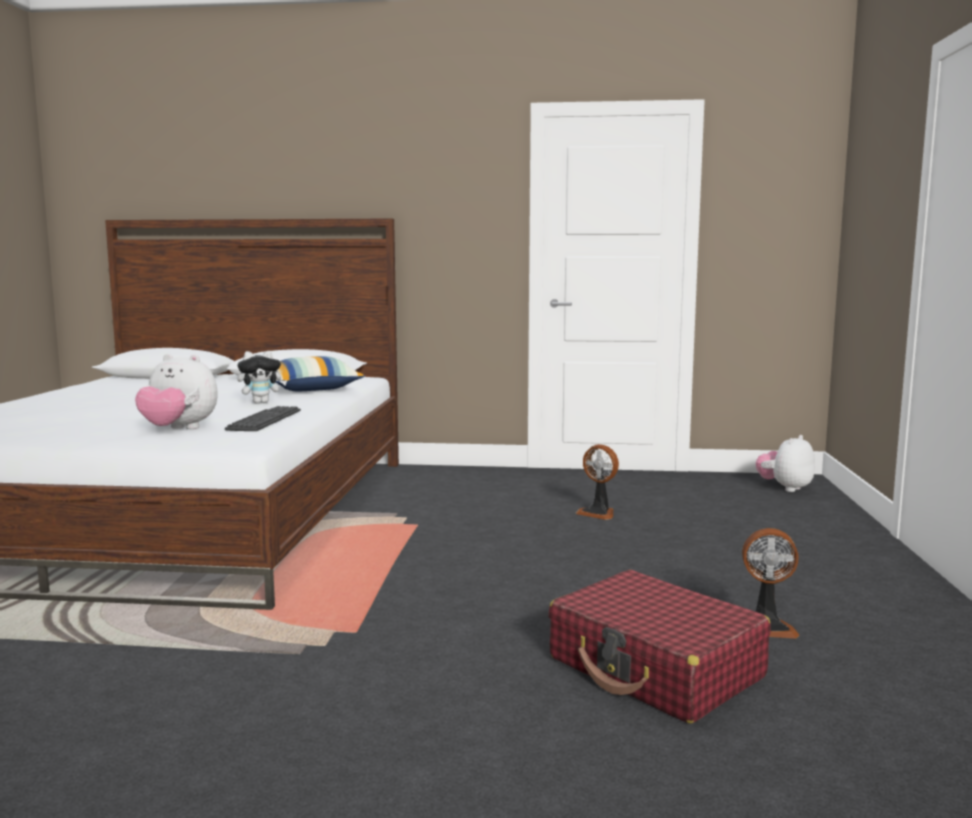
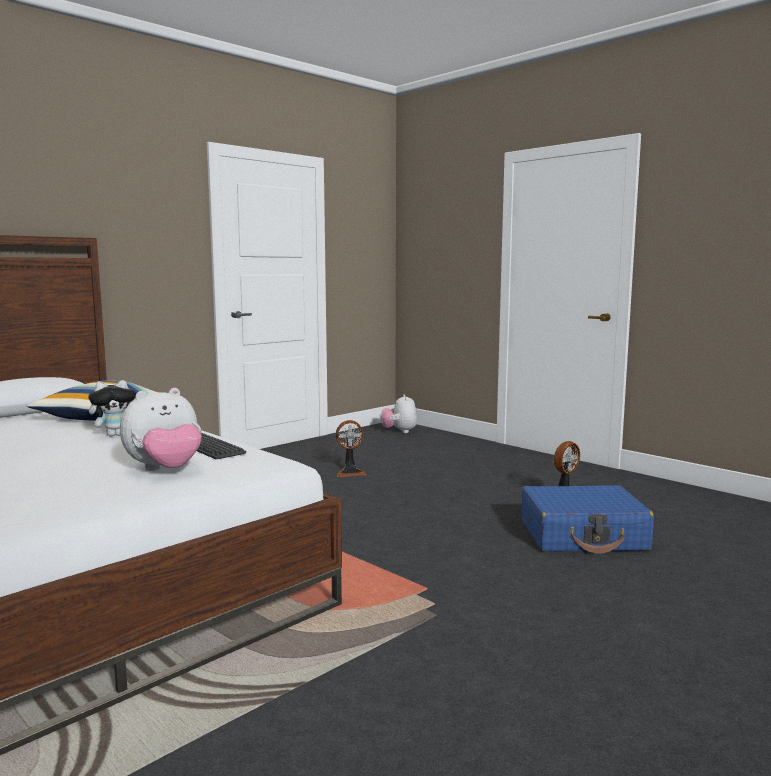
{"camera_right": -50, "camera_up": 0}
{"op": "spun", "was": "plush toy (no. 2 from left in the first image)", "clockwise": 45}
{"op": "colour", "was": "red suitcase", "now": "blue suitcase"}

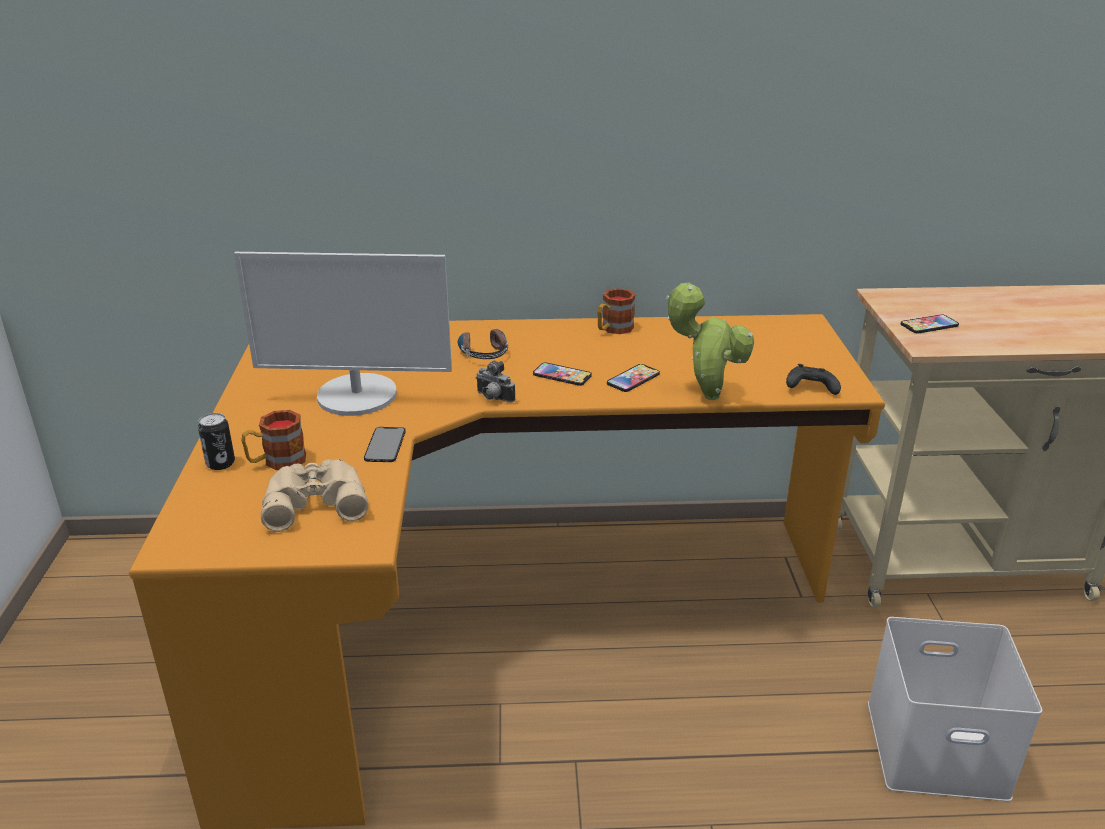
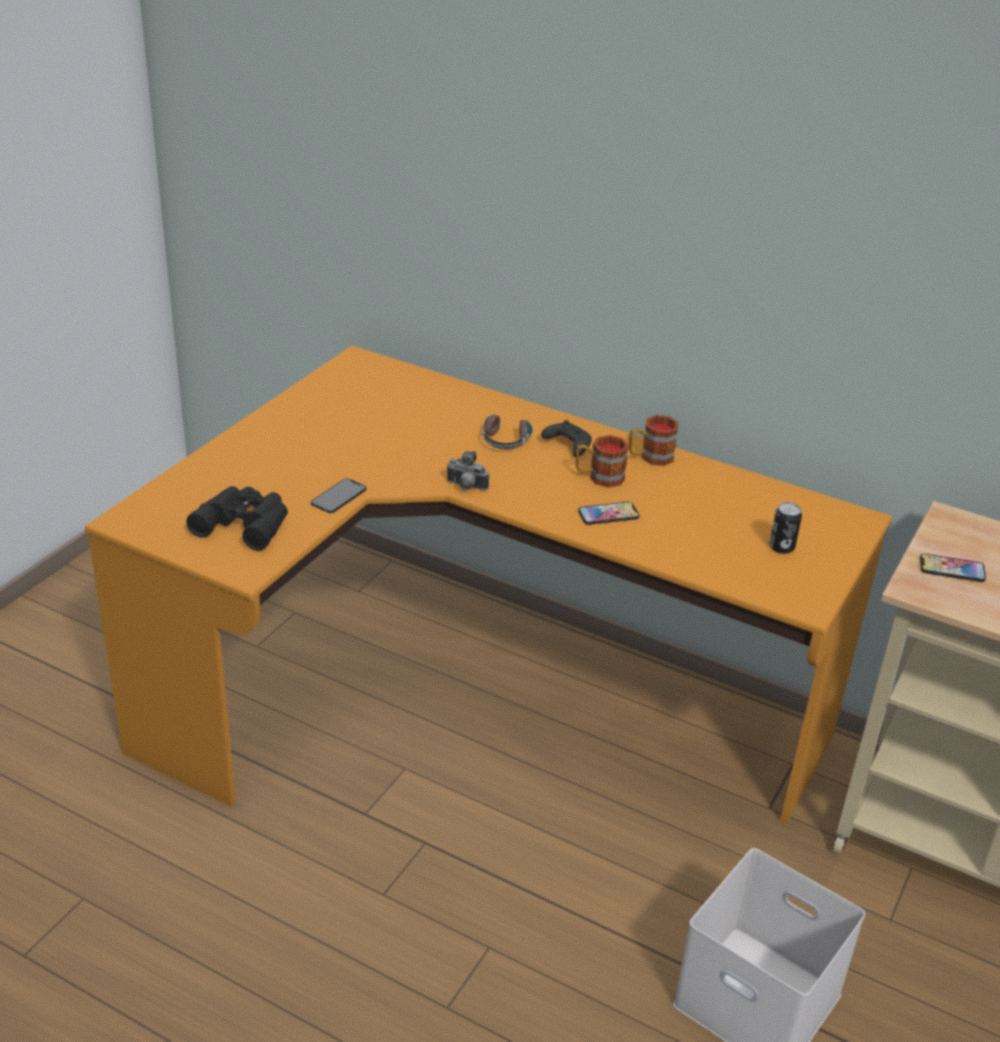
{"camera_right": 30, "camera_up": 5}
{"op": "missing", "was": "monitor"}
{"op": "missing", "was": "potted plant"}
{"op": "spun", "was": "photo camera", "clockwise": -45}
{"op": "missing", "was": "phone (no. 2 from left)"}
{"op": "relocated", "was": "black game controller"}
{"op": "relocated", "was": "mug (no. 1 from left)"}
{"op": "relocated", "was": "can"}
{"op": "colour", "was": "beige binoculars", "now": "black binoculars"}

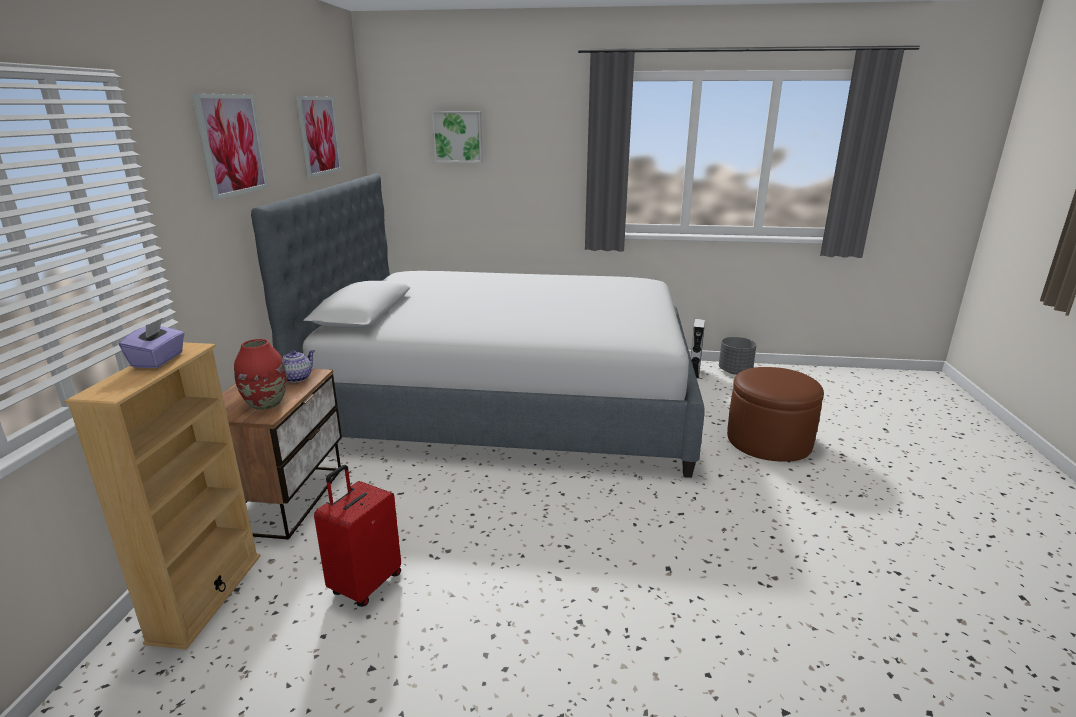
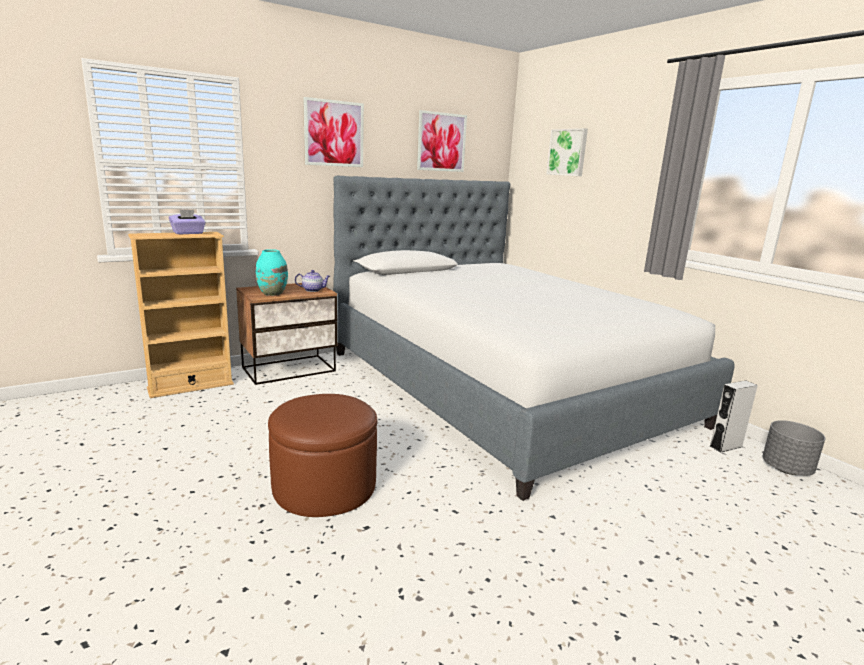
{"camera_right": 50, "camera_up": -5}
{"op": "colour", "was": "red vase", "now": "turquoise vase"}
{"op": "relocated", "was": "brown ottoman"}
{"op": "missing", "was": "red suitcase"}

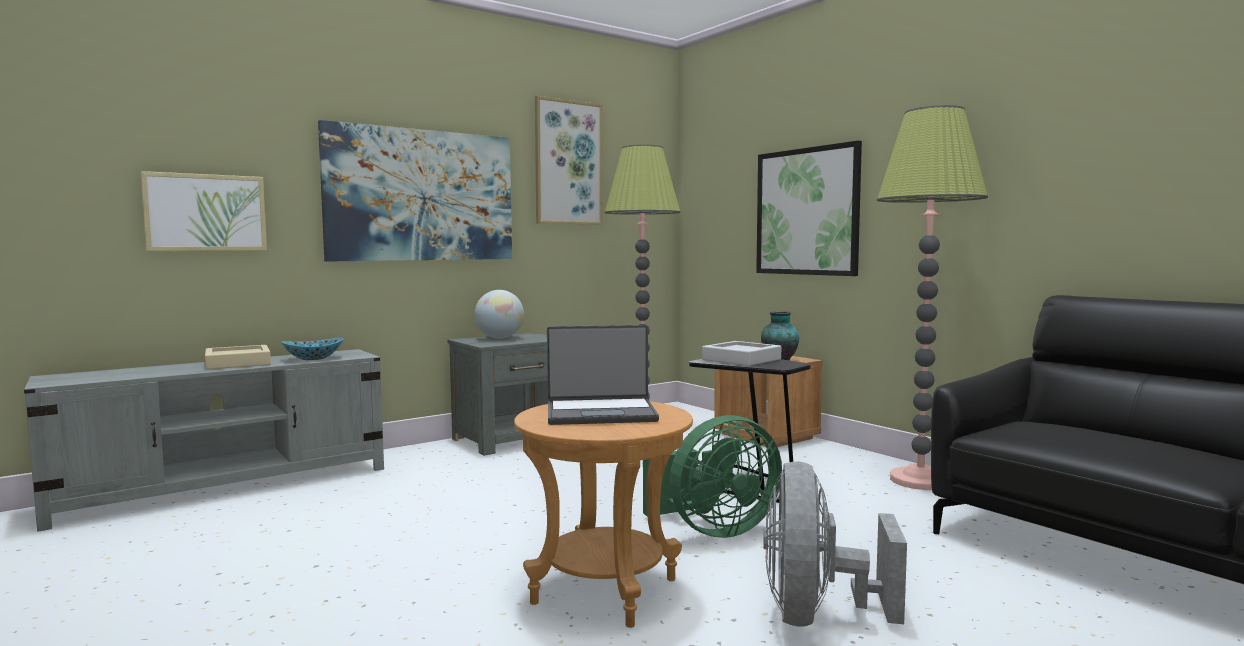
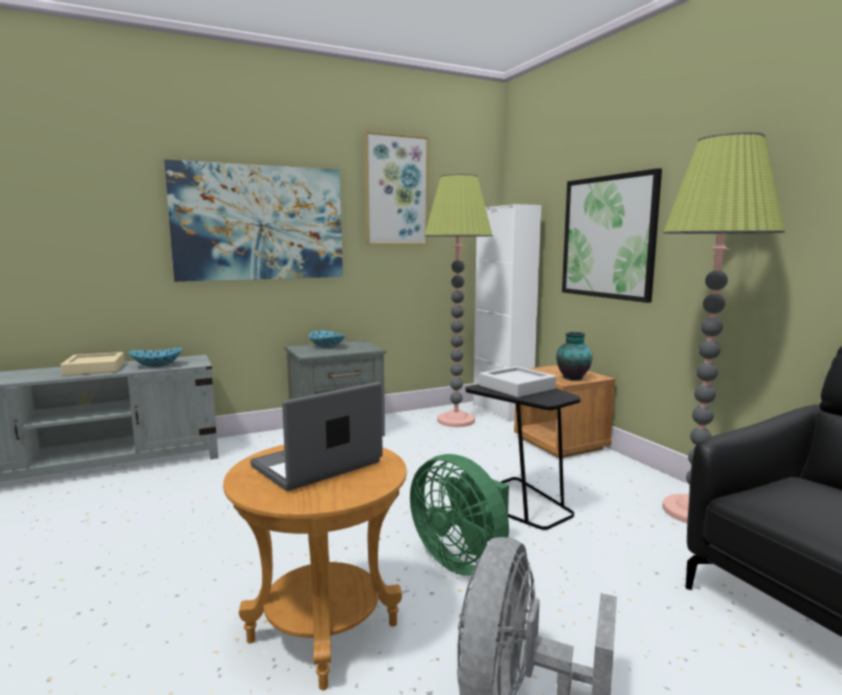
{"camera_right": 10, "camera_up": 5}
{"op": "missing", "was": "picture (no. 1 from left)"}
{"op": "exchanged", "was": "globe", "now": "bowl (no. 2 from left)"}
{"op": "spun", "was": "laptop", "clockwise": 135}
{"op": "spun", "was": "green fan", "clockwise": 60}
{"op": "appeared", "now": "white cabinet"}

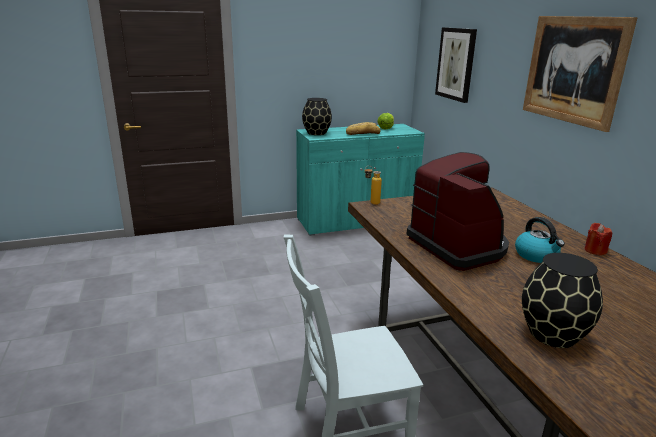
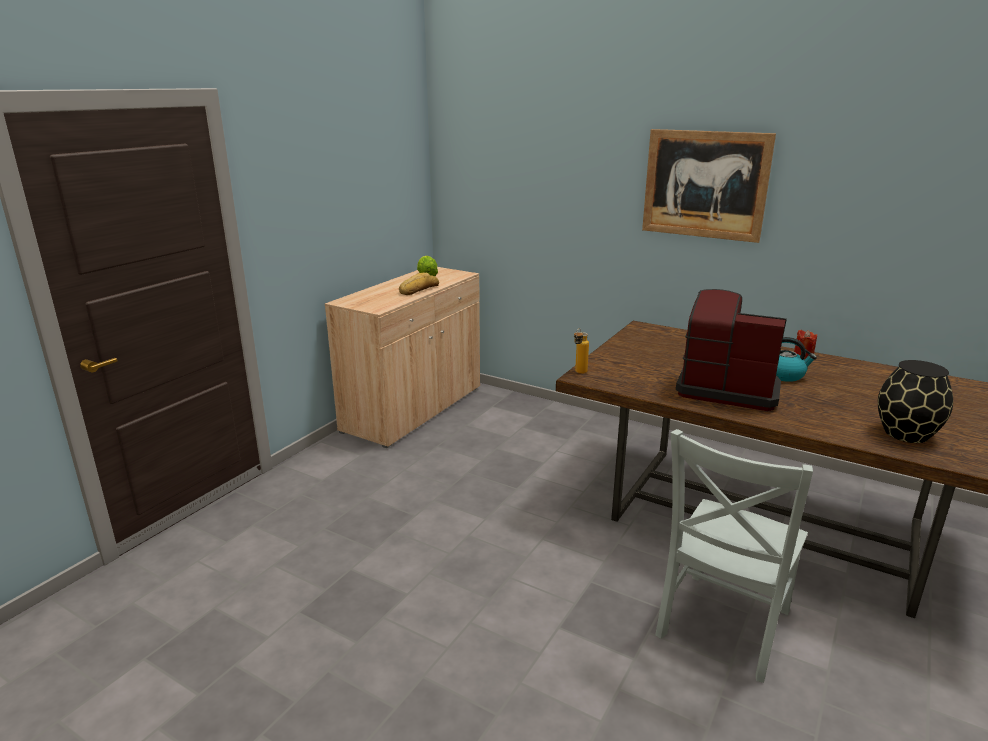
{"camera_right": -40, "camera_up": 0}
{"op": "missing", "was": "picture (no. 1 from left)"}
{"op": "missing", "was": "black vase (no. 1 from left)"}
{"op": "colour", "was": "turquoise cabinet", "now": "beige cabinet"}

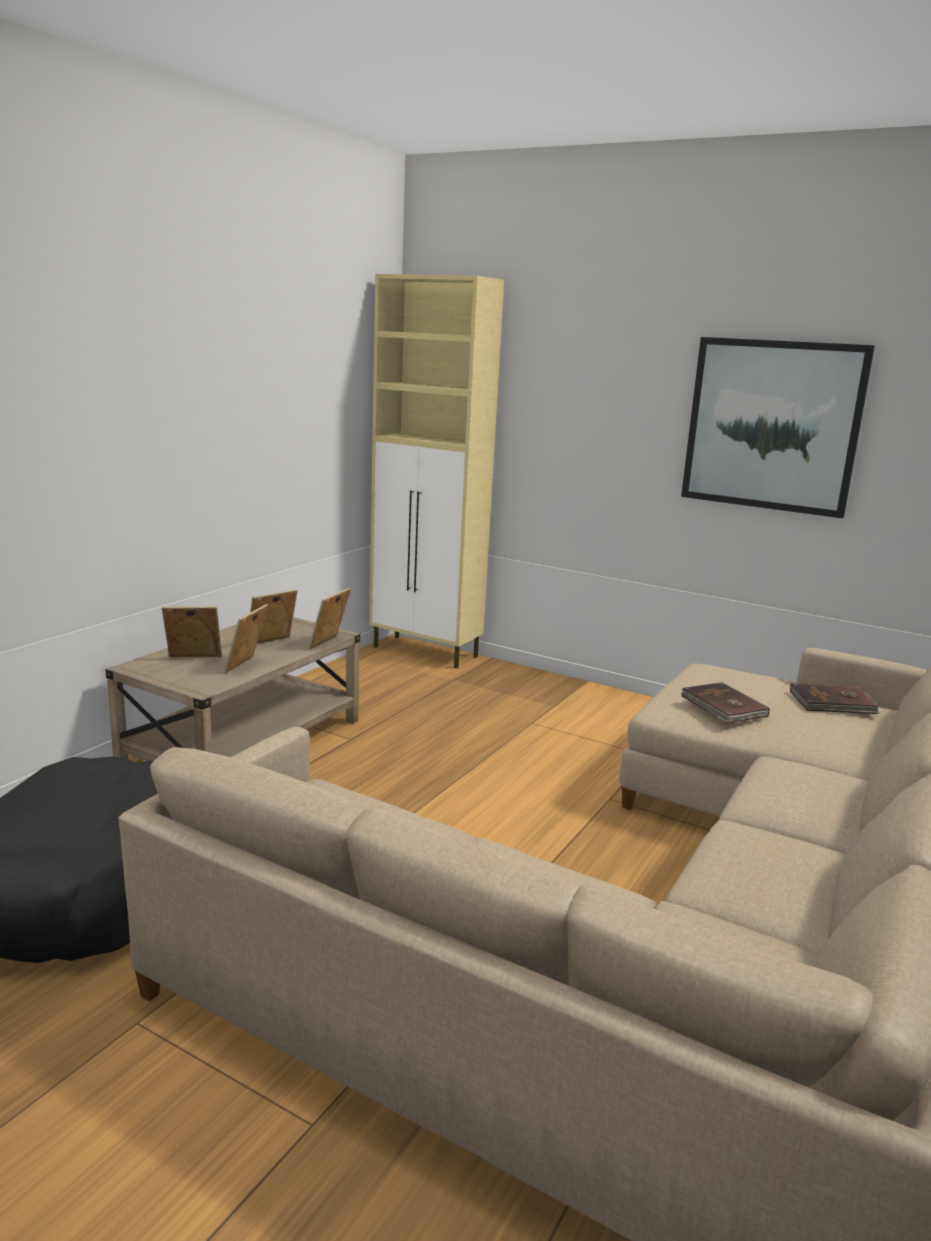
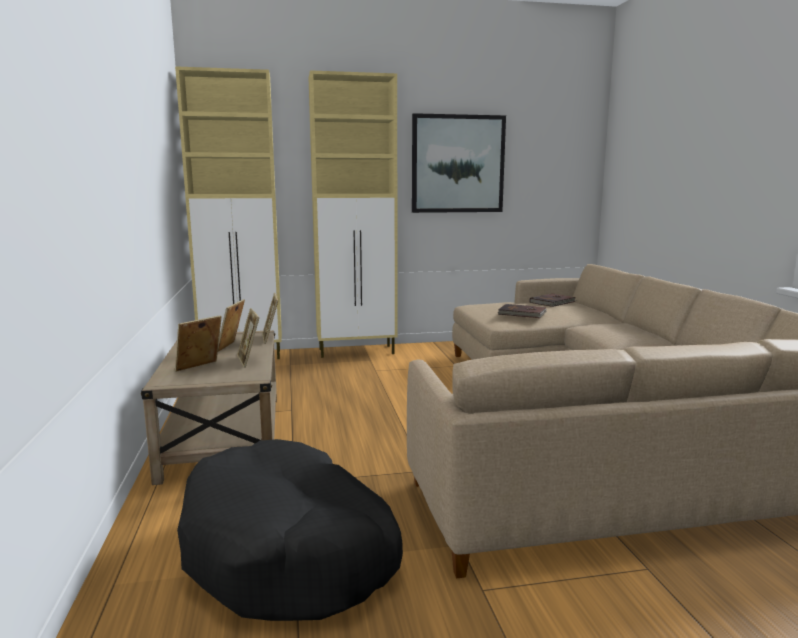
{"camera_right": -40, "camera_up": -5}
{"op": "appeared", "now": "beige cabinet (no. 2 from left)"}

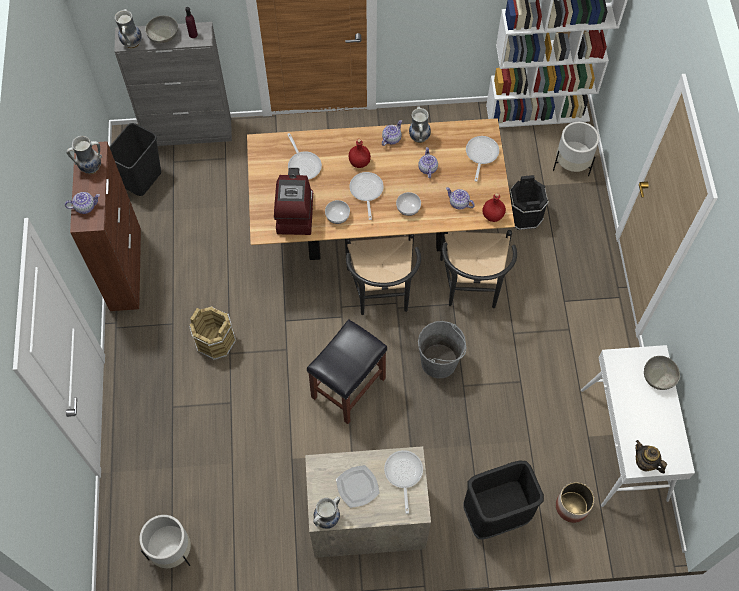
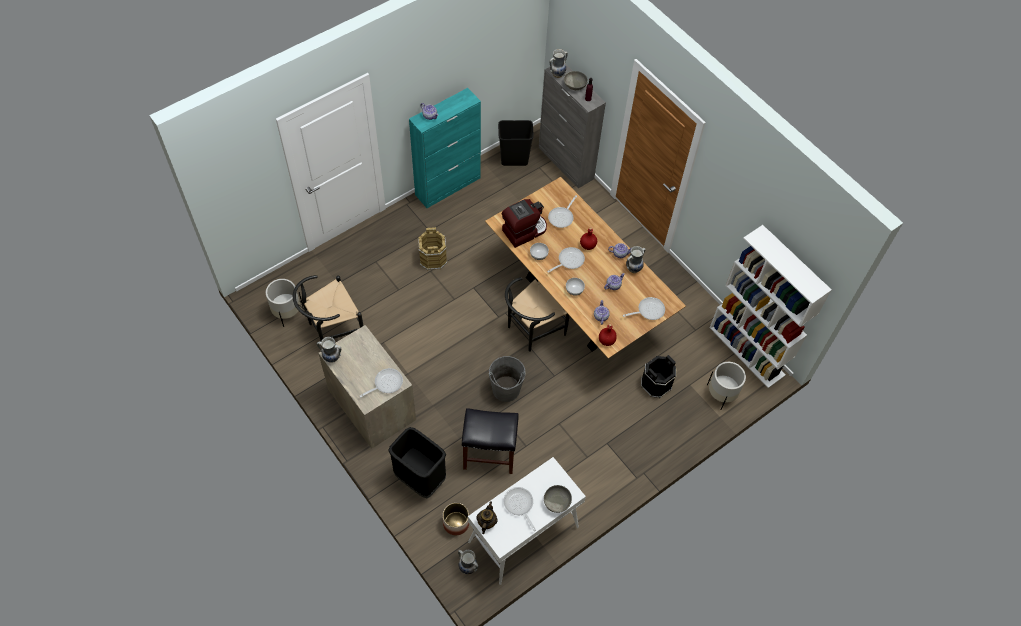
{"camera_right": 55, "camera_up": -5}
{"op": "relocated", "was": "vase (no. 1 from left in the first image)", "now": "vase (no. 2 from left)"}
{"op": "colour", "was": "brown cabinet", "now": "turquoise cabinet"}
{"op": "relocated", "was": "black chair (no. 2 from left in the first image)", "now": "black chair (no. 1 from left)"}
{"op": "relocated", "was": "black stool"}
{"op": "missing", "was": "plate"}
{"op": "appeared", "now": "frying pan (no. 2 from left)"}

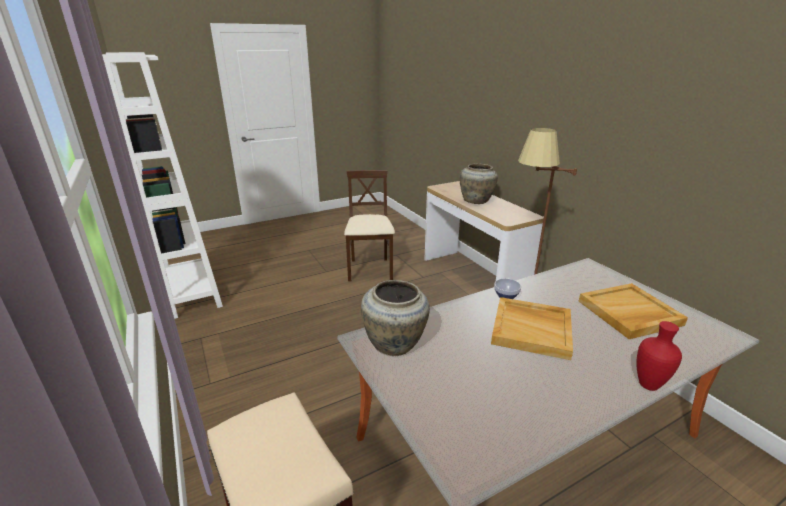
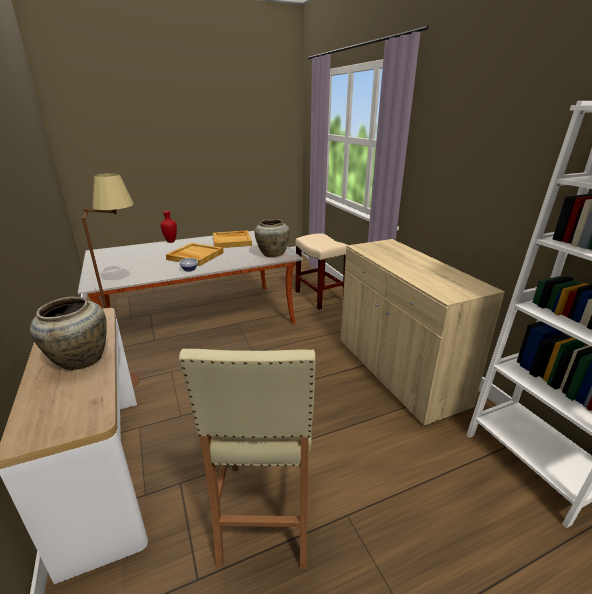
{"camera_right": -175, "camera_up": 0}
{"op": "exchanged", "was": "beige chair", "now": "beige stool (no. 1 from left)"}
{"op": "relocated", "was": "beige tray (no. 2 from left)"}
{"op": "appeared", "now": "beige cabinet"}

